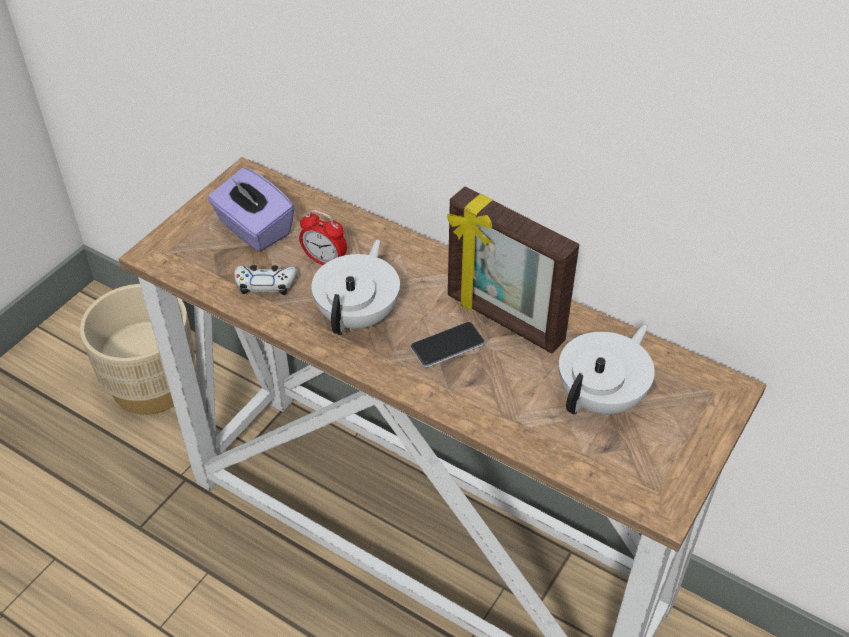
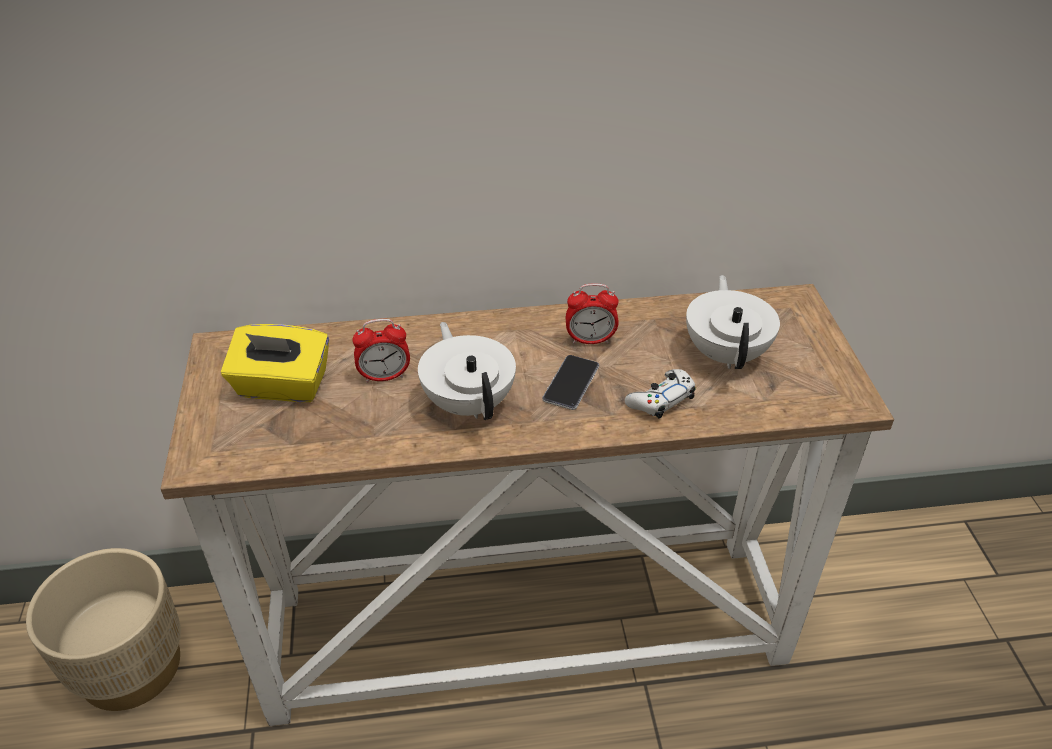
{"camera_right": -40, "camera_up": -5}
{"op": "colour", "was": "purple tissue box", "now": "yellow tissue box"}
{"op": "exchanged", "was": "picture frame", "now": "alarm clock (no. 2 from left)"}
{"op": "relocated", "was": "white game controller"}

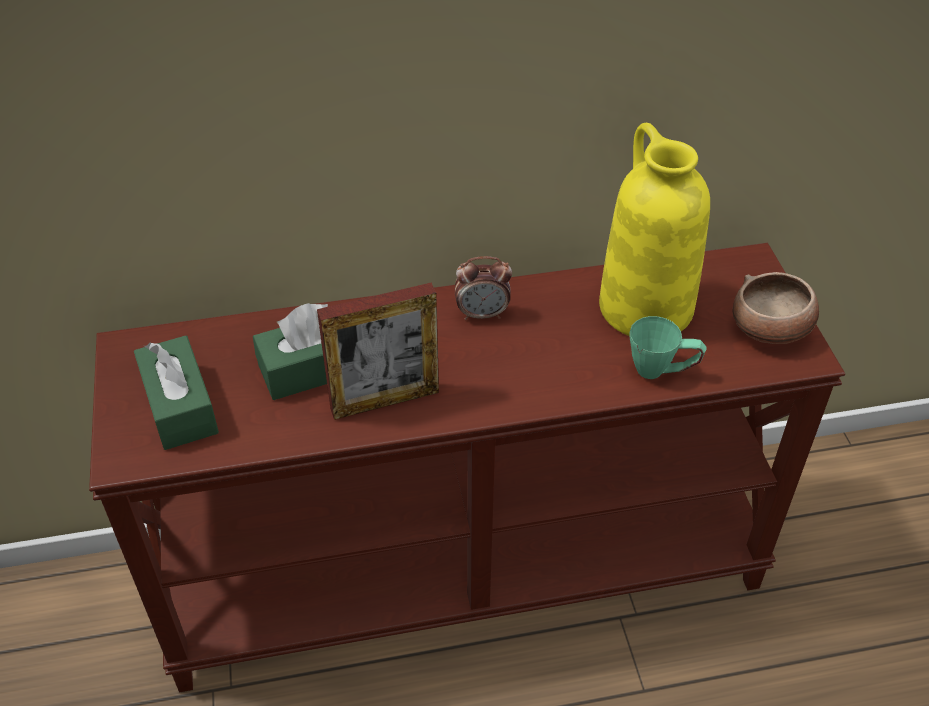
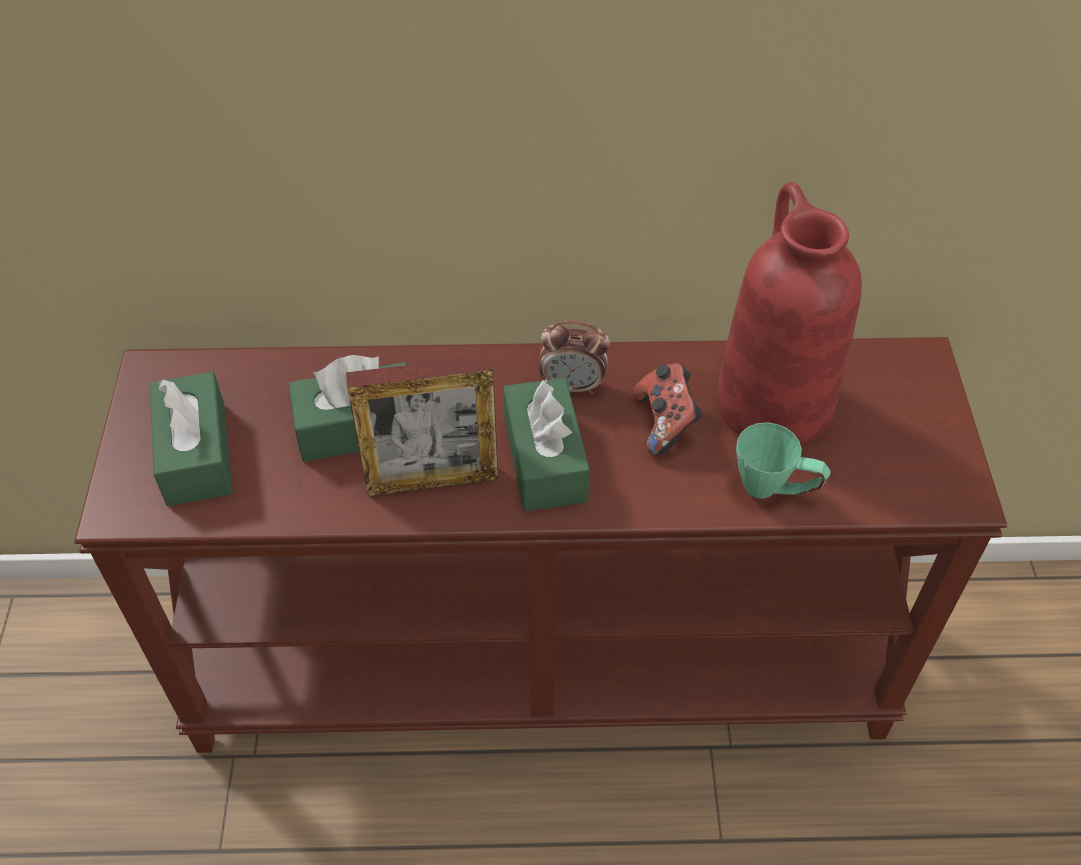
{"camera_right": 10, "camera_up": 5}
{"op": "colour", "was": "yellow vase", "now": "red vase"}
{"op": "missing", "was": "bowl"}
{"op": "appeared", "now": "game controller"}
{"op": "appeared", "now": "green tissue box (no. 3 from left)"}

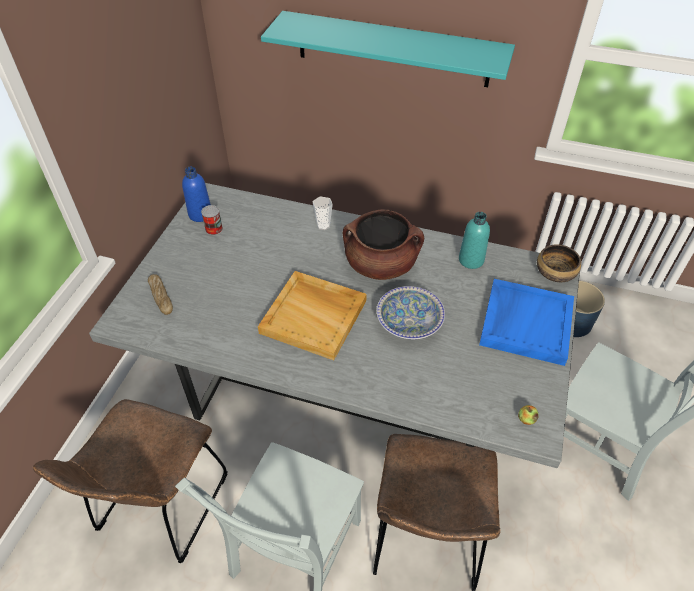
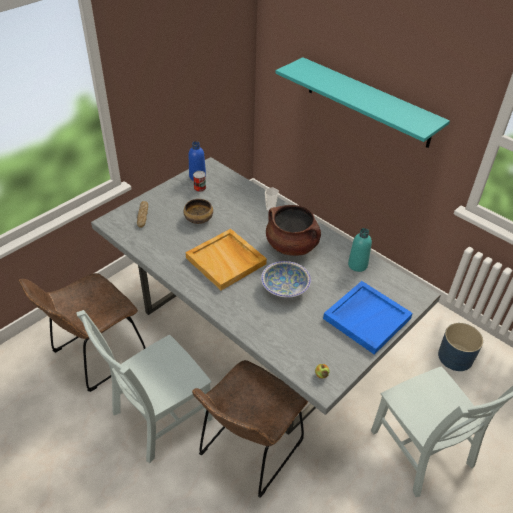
{"camera_right": 25, "camera_up": -5}
{"op": "relocated", "was": "bowl (no. 2 from left in the first image)", "now": "bowl (no. 1 from left)"}

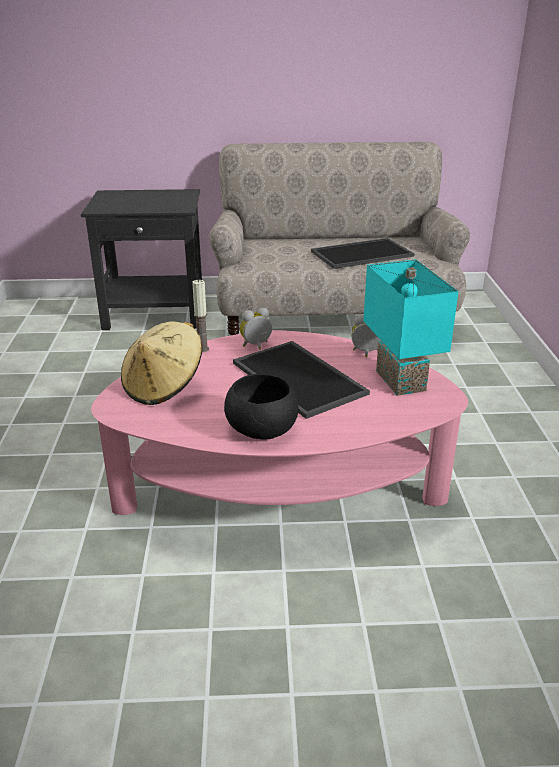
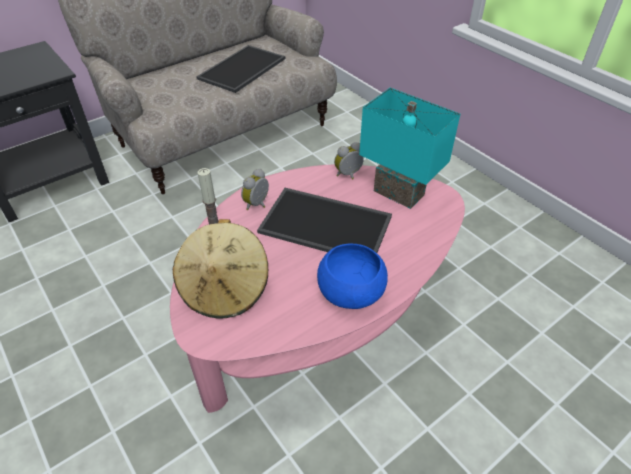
{"camera_right": -35, "camera_up": 15}
{"op": "colour", "was": "black bowl", "now": "blue bowl"}

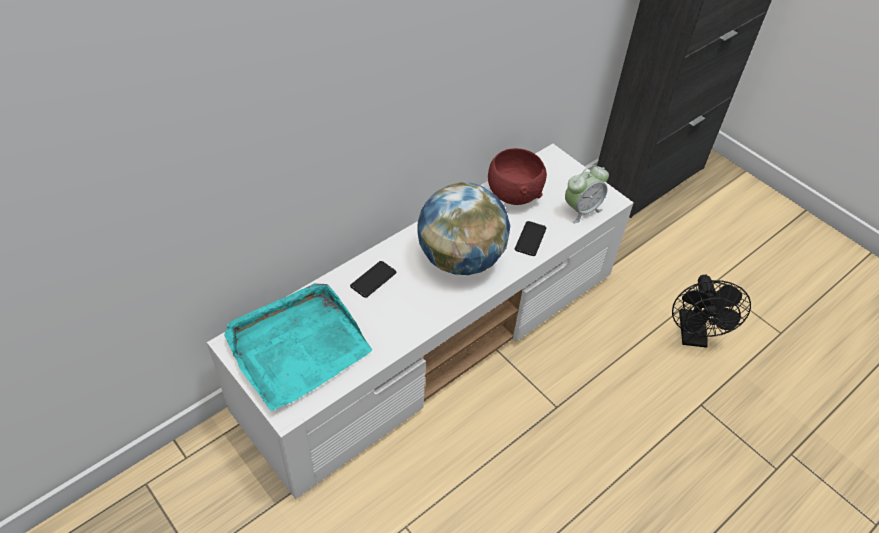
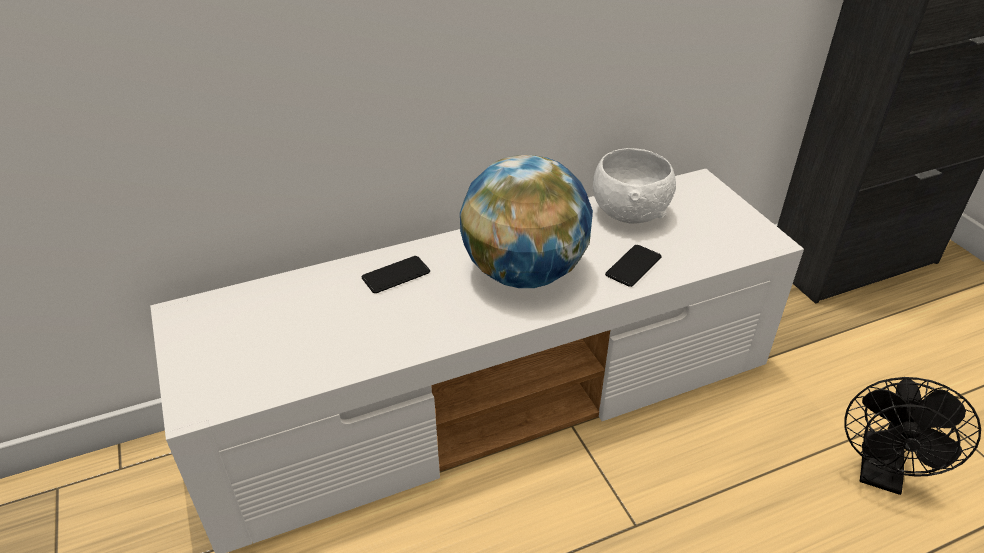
{"camera_right": 20, "camera_up": -10}
{"op": "colour", "was": "red bowl", "now": "white bowl"}
{"op": "missing", "was": "alarm clock"}
{"op": "missing", "was": "turquoise tray"}

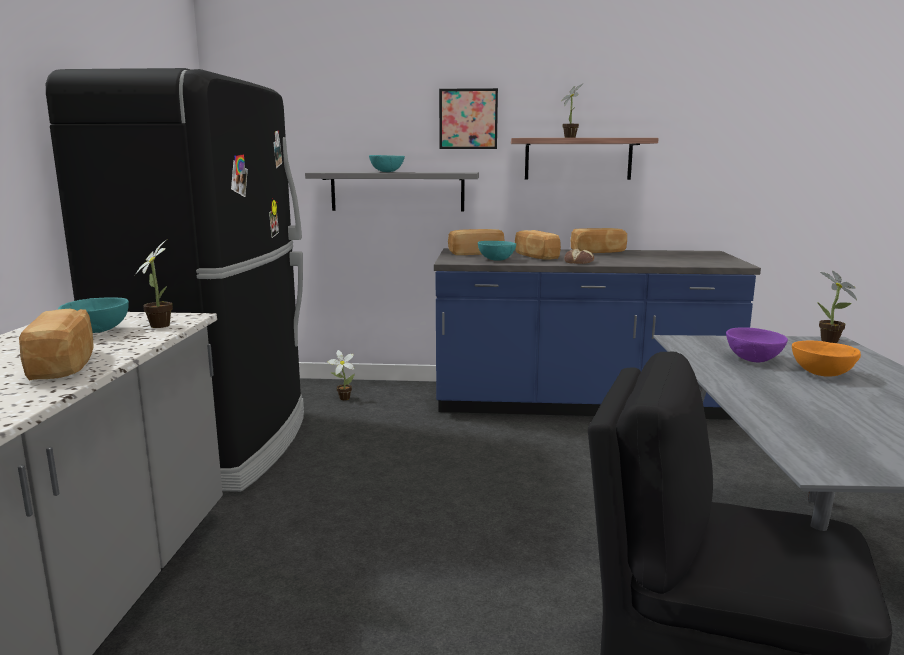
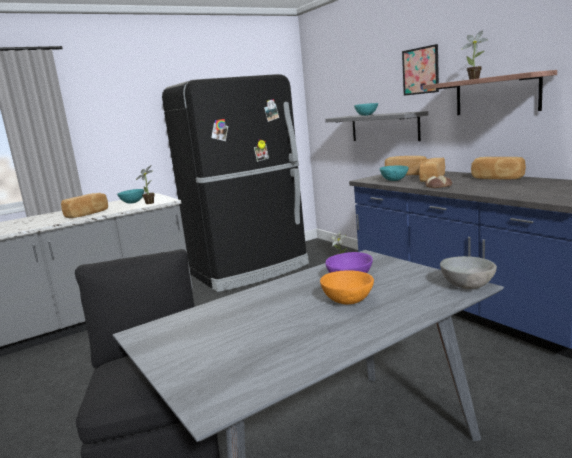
{"camera_right": 55, "camera_up": 0}
{"op": "exchanged", "was": "potted plant (no. 4 from left)", "now": "grey bowl"}

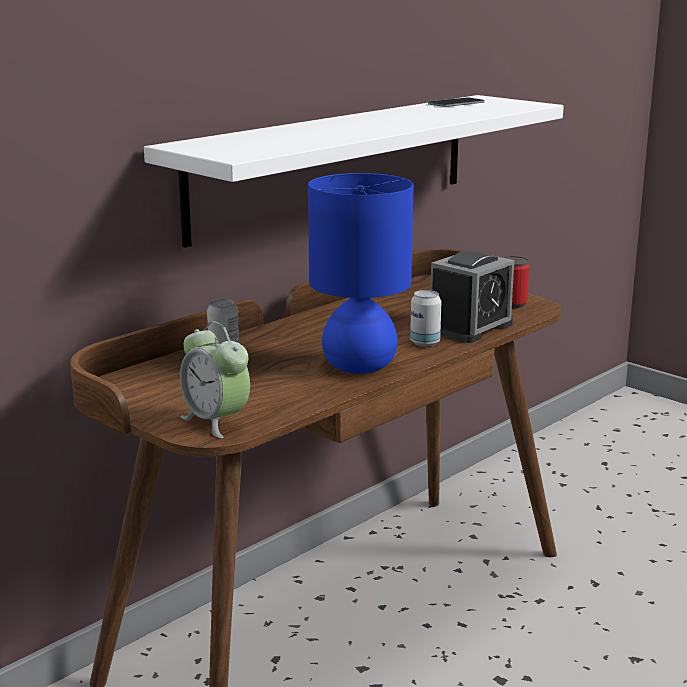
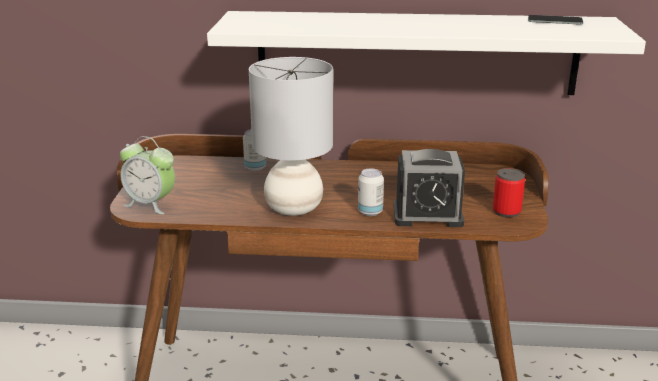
{"camera_right": 50, "camera_up": 5}
{"op": "colour", "was": "blue table lamp", "now": "grey table lamp"}
{"op": "spun", "was": "alarm clock (no. 1 from left)", "clockwise": -75}

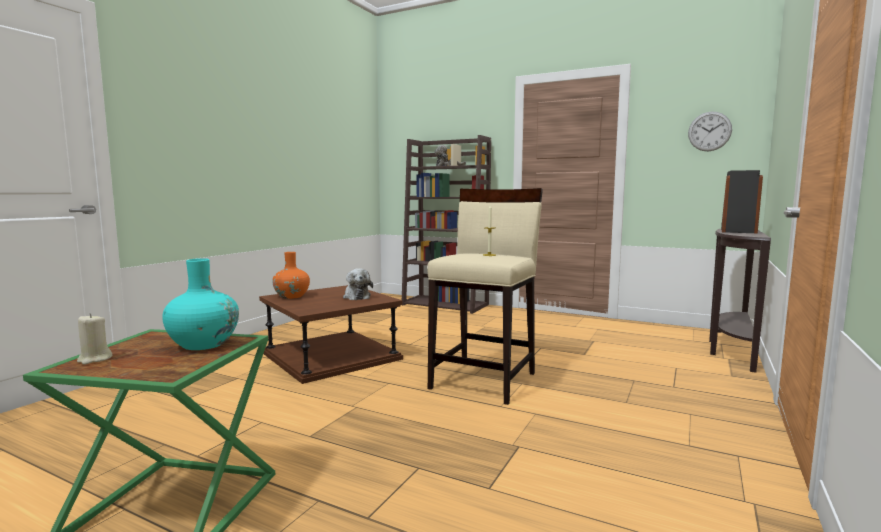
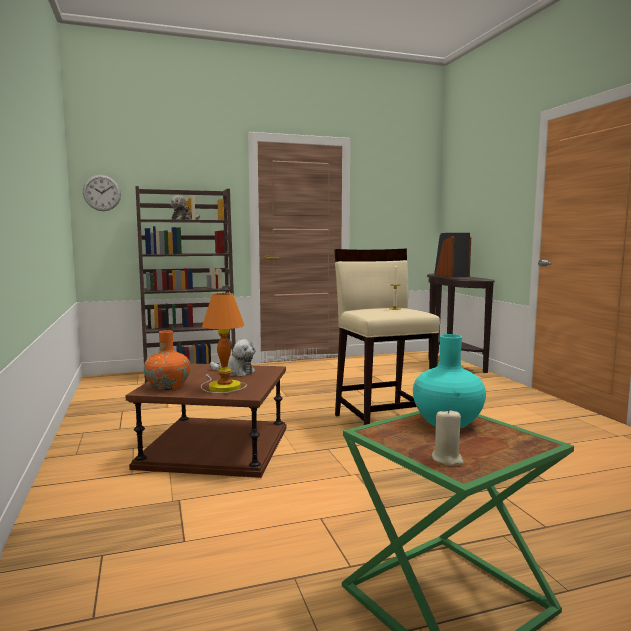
{"camera_right": -45, "camera_up": 0}
{"op": "relocated", "was": "wall clock"}
{"op": "appeared", "now": "table lamp"}

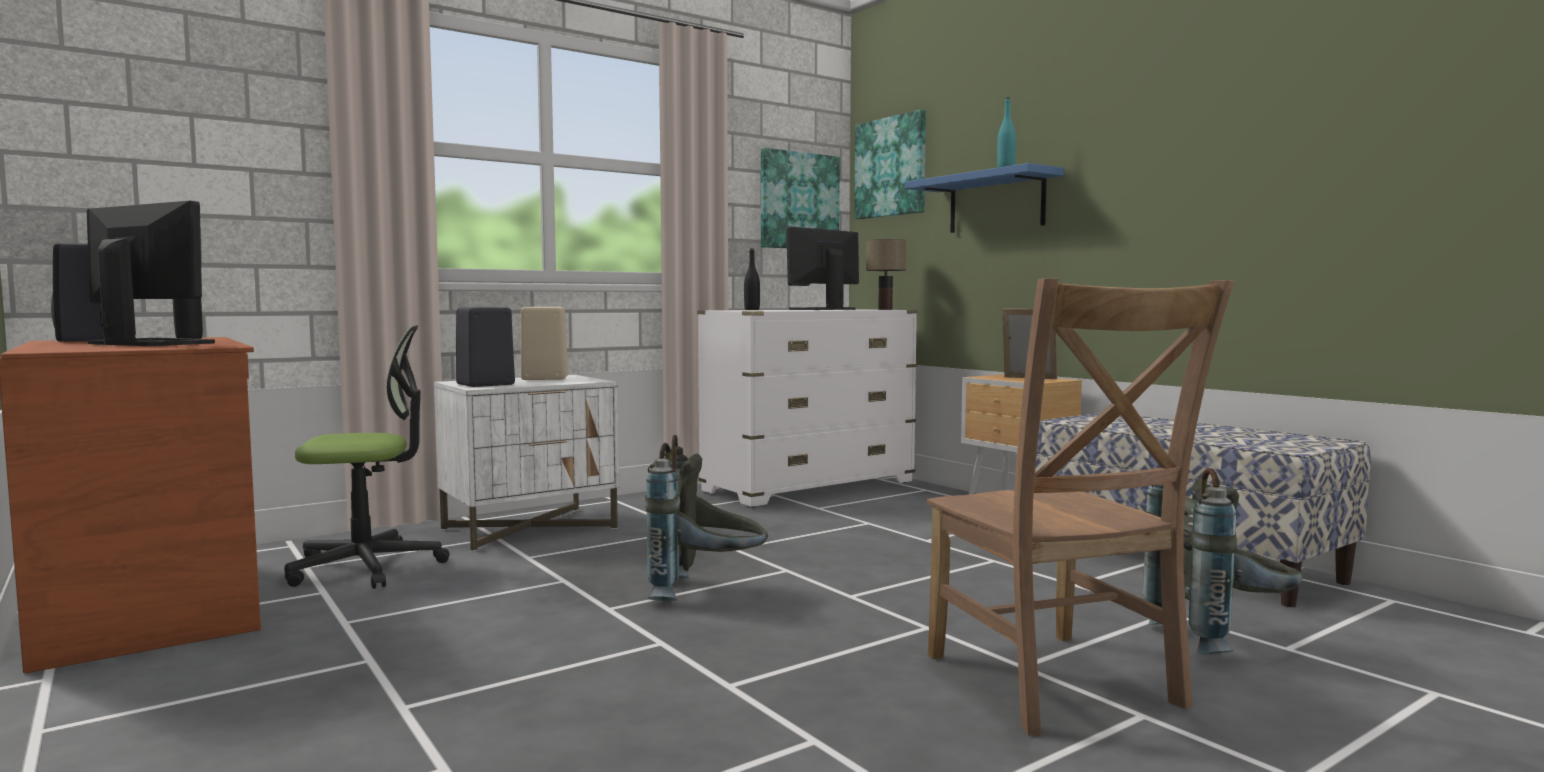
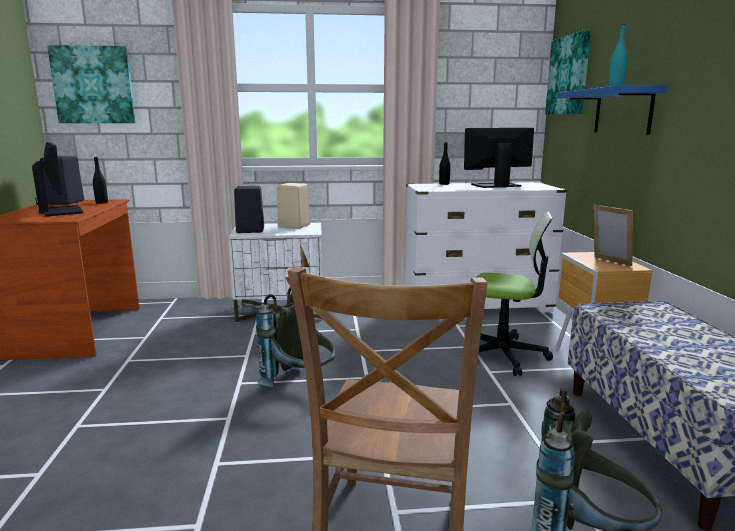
{"camera_right": 30, "camera_up": 10}
{"op": "relocated", "was": "picture (no. 1 from left)"}
{"op": "missing", "was": "table lamp"}
{"op": "relocated", "was": "office chair"}

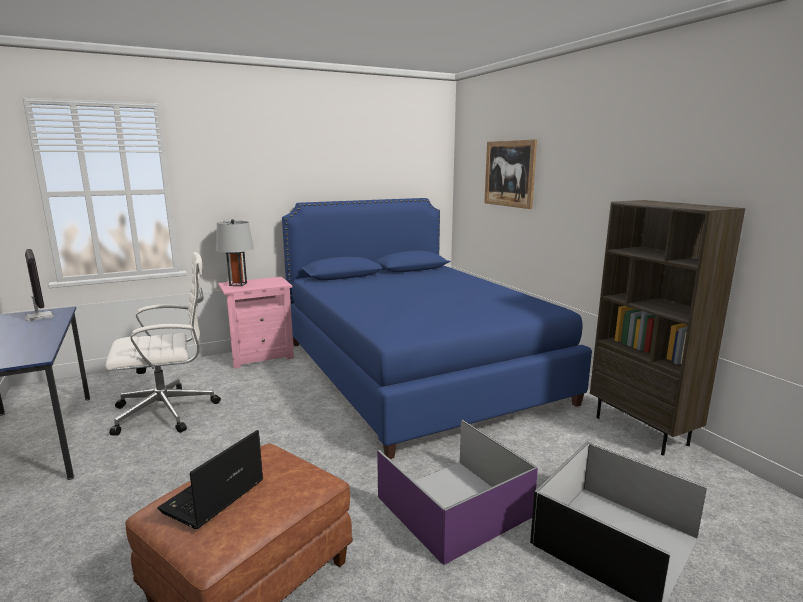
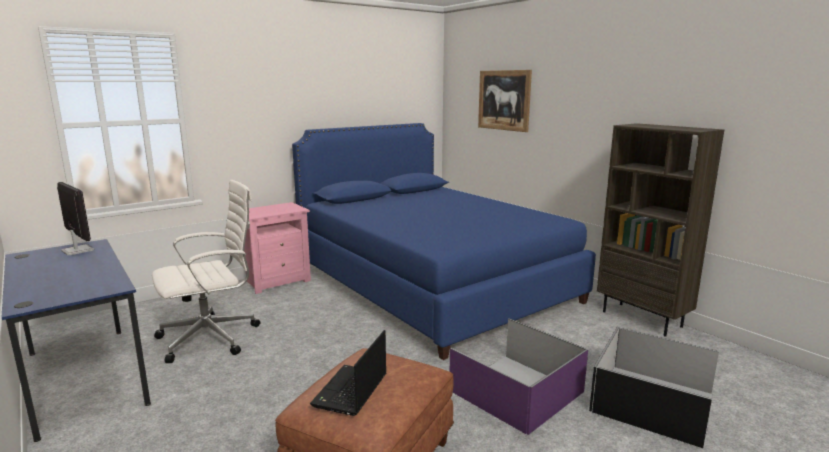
{"camera_right": -10, "camera_up": 0}
{"op": "missing", "was": "grey table lamp"}

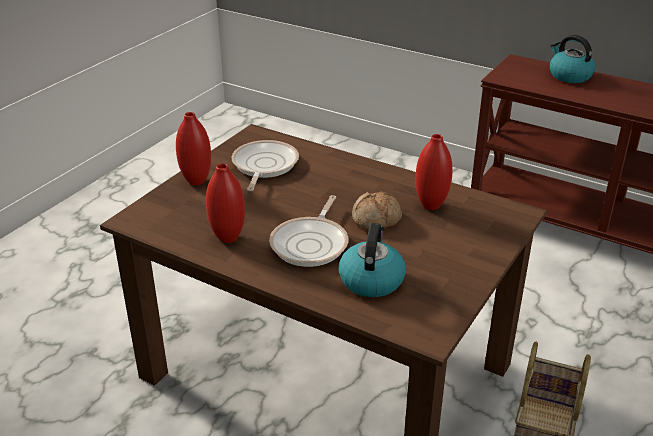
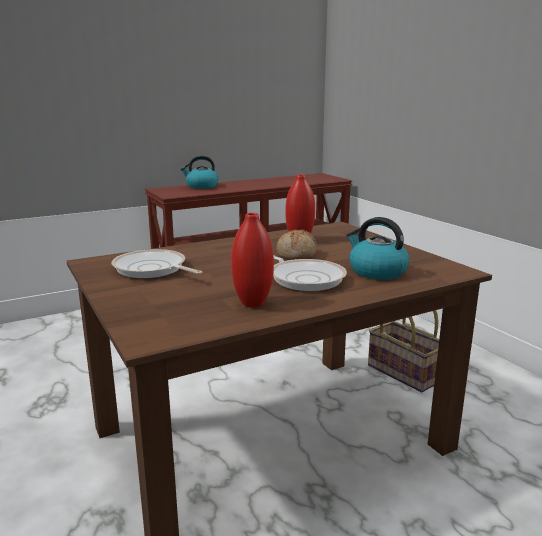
{"camera_right": -60, "camera_up": -15}
{"op": "missing", "was": "red vase (no. 1 from left)"}

